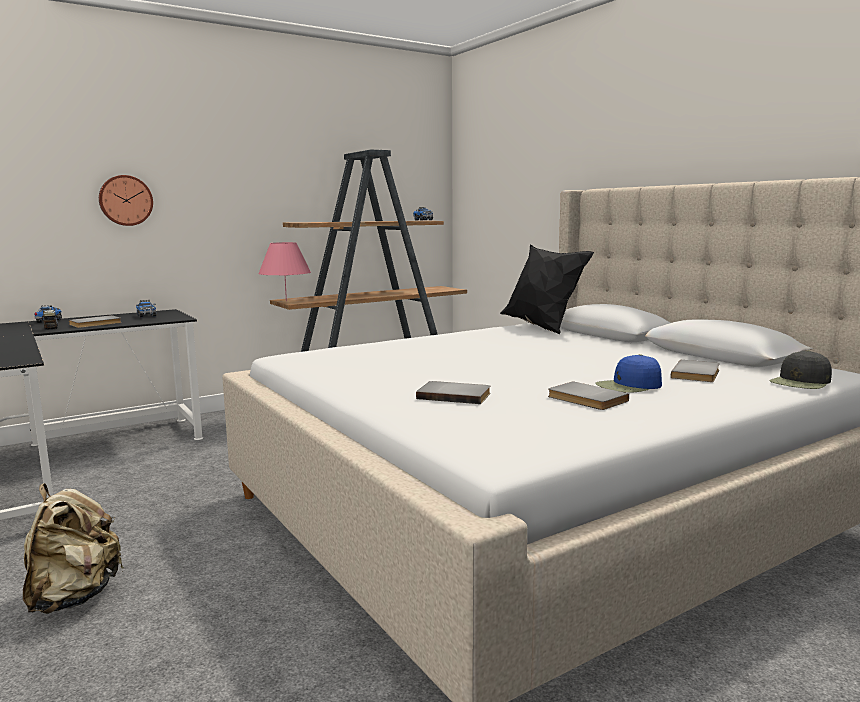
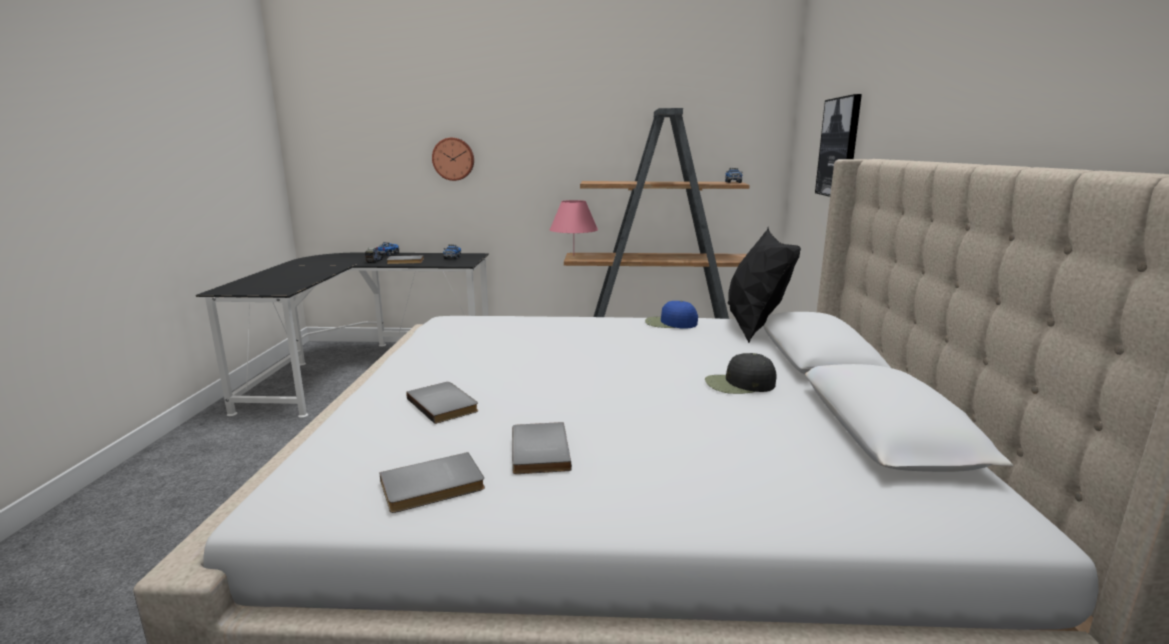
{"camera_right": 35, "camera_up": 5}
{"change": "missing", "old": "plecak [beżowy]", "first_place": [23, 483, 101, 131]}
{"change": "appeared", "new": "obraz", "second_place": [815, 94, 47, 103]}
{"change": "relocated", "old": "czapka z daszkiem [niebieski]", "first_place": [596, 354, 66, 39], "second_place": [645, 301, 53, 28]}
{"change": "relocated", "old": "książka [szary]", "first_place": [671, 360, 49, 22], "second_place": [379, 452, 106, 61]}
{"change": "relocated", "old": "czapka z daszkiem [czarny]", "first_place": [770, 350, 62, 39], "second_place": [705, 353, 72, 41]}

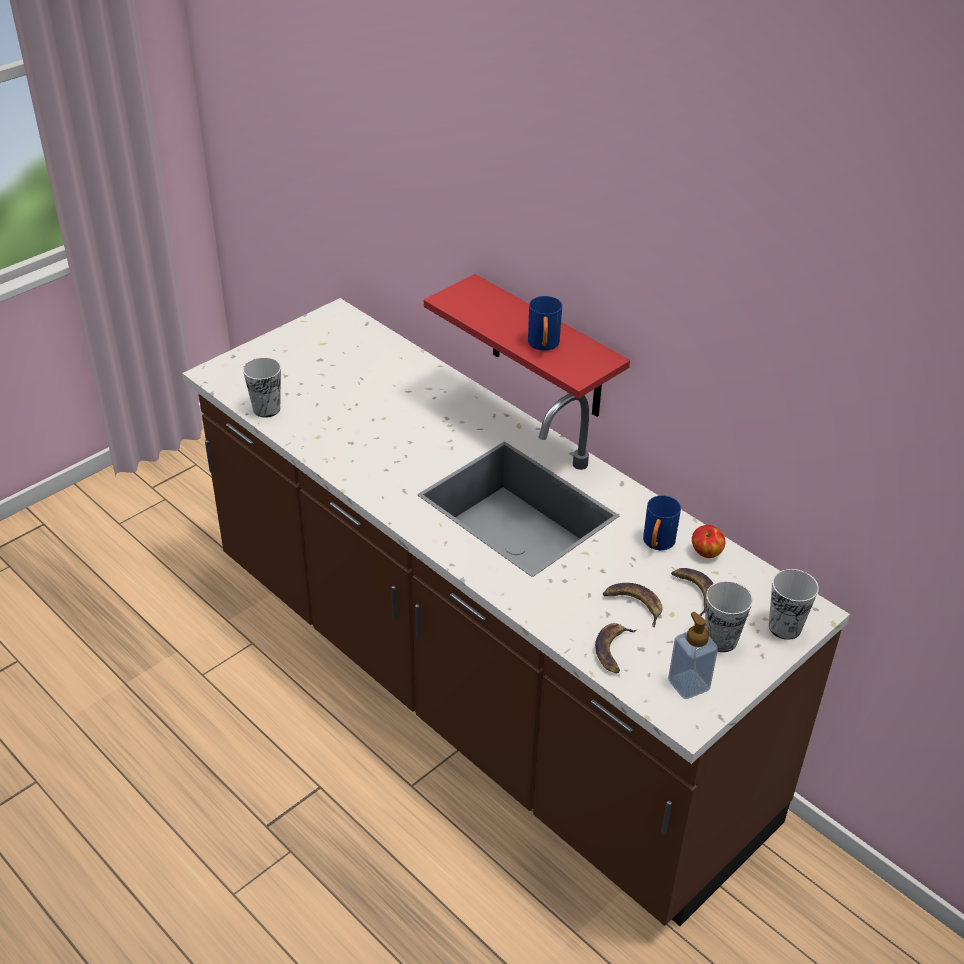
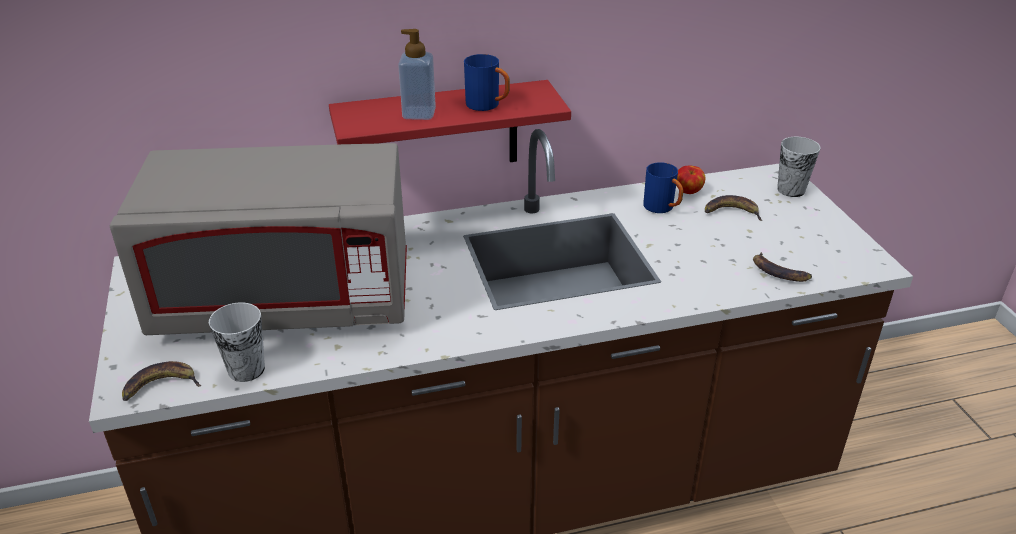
{"camera_right": -60, "camera_up": -5}
{"change": "missing", "old": "filiżanka", "first_place": [705, 581, 48, 71]}
{"change": "appeared", "new": "mikrofalówka [szary]", "second_place": [110, 143, 297, 192]}
{"change": "relocated", "old": "banan", "first_place": [603, 583, 59, 44], "second_place": [122, 361, 79, 40]}
{"change": "relocated", "old": "dozownik mydła", "first_place": [668, 612, 50, 87], "second_place": [398, 29, 38, 91]}

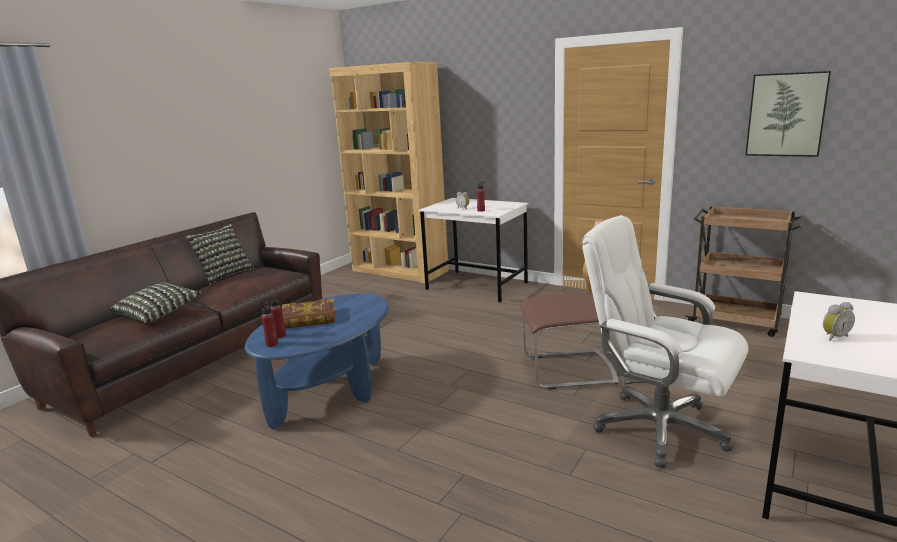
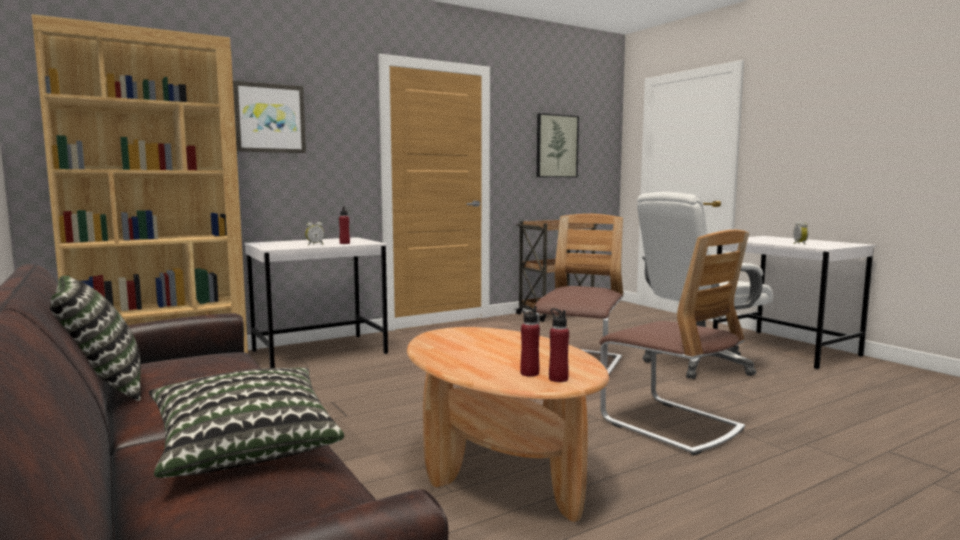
{"camera_right": -65, "camera_up": -10}
{"change": "missing", "old": "książka", "first_place": [282, 299, 53, 29]}
{"change": "appeared", "new": "obraz", "second_place": [233, 81, 73, 72]}
{"change": "appeared", "new": "krzesło", "second_place": [599, 230, 150, 225]}
{"change": "colour", "old": "ława [niebieski]", "new": "ława [brązowy]", "first_place": [245, 294, 144, 135], "second_place": [407, 327, 202, 195]}

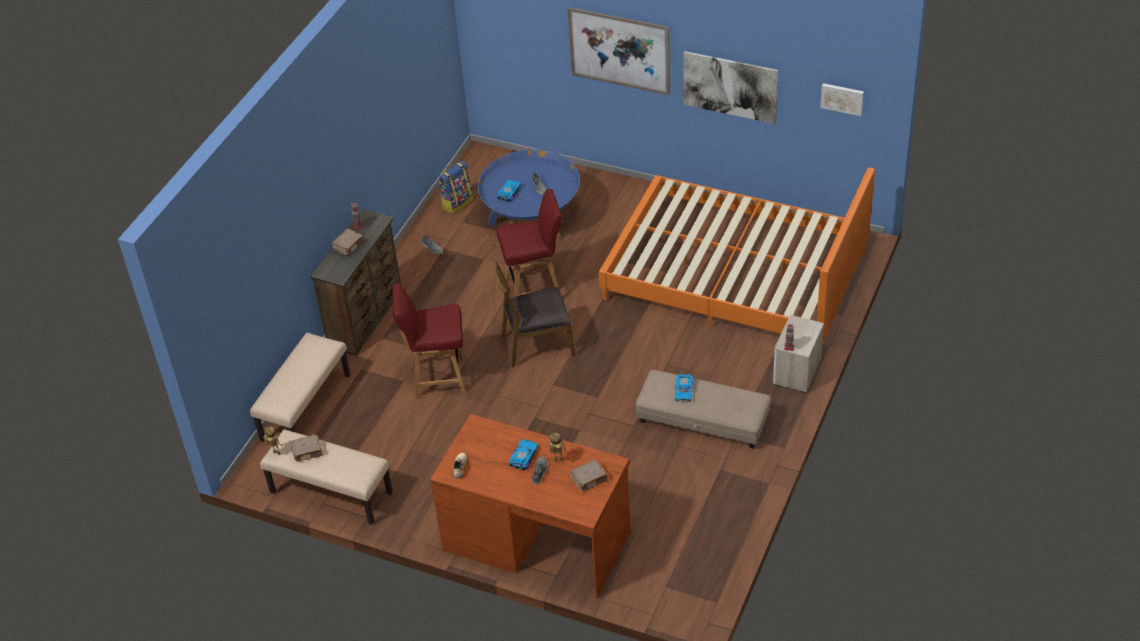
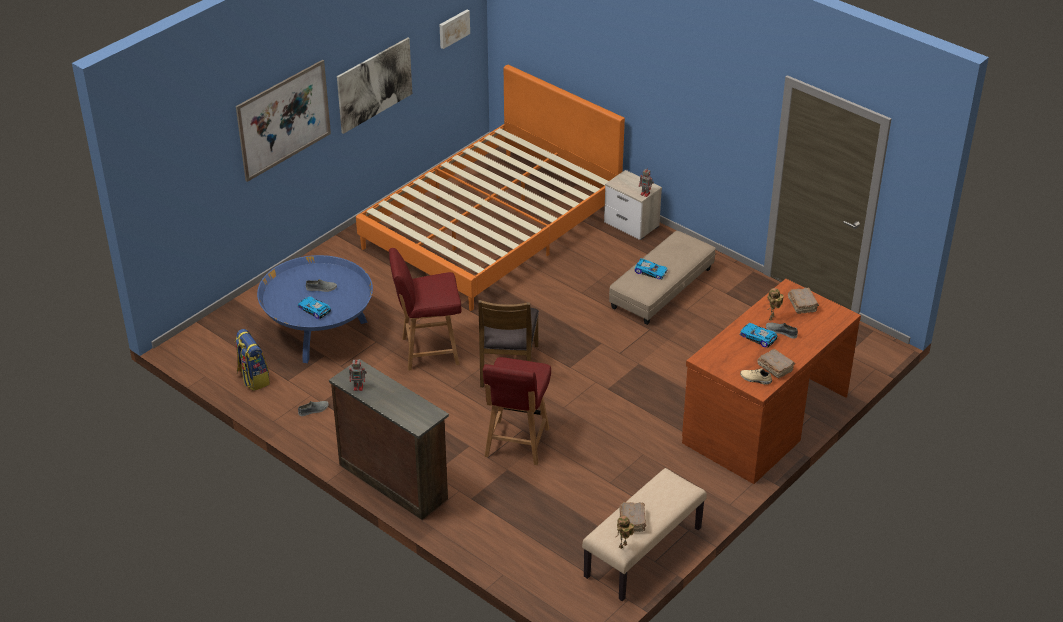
{"camera_right": -75, "camera_up": -5}
{"change": "missing", "old": "ławka [beżowy]", "first_place": [250, 333, 100, 109]}
{"change": "relocated", "old": "książka [brązowy]", "first_place": [332, 229, 32, 26], "second_place": [758, 349, 37, 29]}
{"change": "spun", "old": "krzesło [czerwony]", "first_place": [497, 189, 65, 108], "second_place": [389, 248, 73, 123], "degrees": -105}

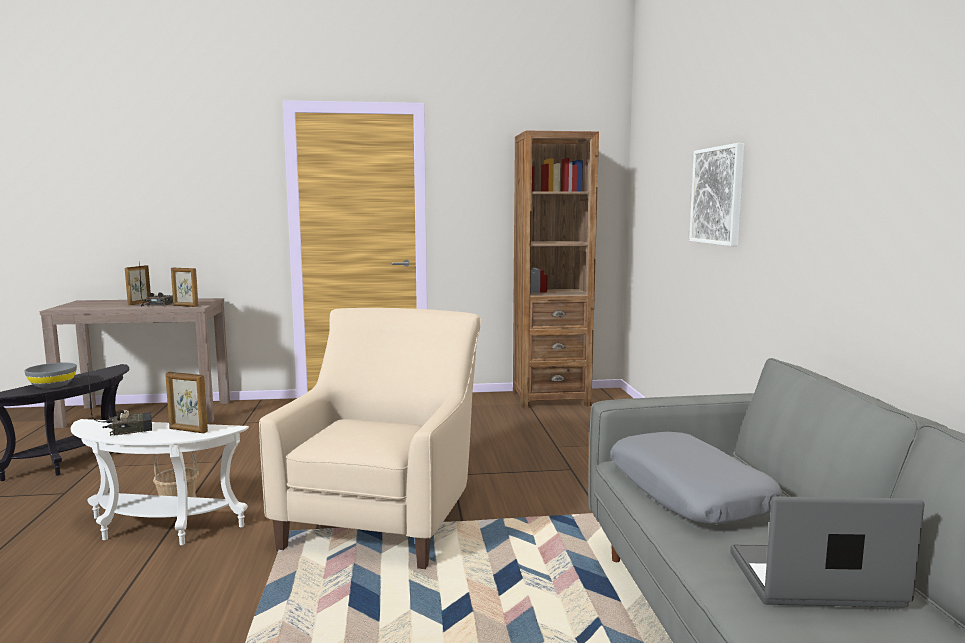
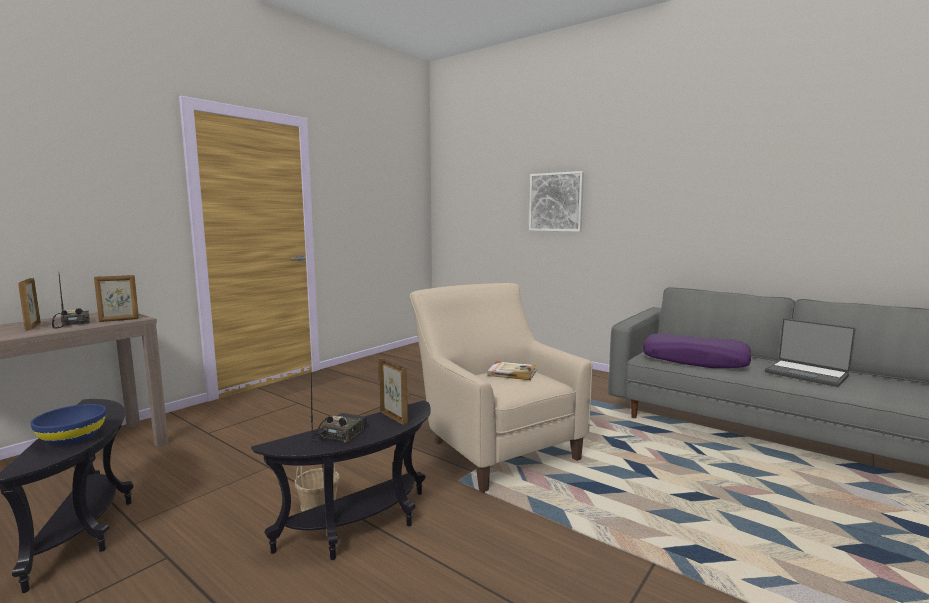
{"camera_right": -45, "camera_up": 0}
{"change": "missing", "old": "regał [brązowy]", "first_place": [513, 131, 86, 277]}
{"change": "appeared", "new": "książka", "second_place": [487, 361, 50, 19]}
{"change": "colour", "old": "miska [szary]", "new": "miska [niebieski]", "first_place": [24, 363, 53, 26], "second_place": [30, 404, 76, 41]}
{"change": "colour", "old": "stolik [biały]", "new": "stolik [czarny]", "first_place": [71, 419, 178, 126], "second_place": [251, 400, 180, 160]}
{"change": "colour", "old": "poduszka [szary]", "new": "poduszka [fioletowy]", "first_place": [610, 432, 173, 93], "second_place": [643, 333, 108, 35]}
{"change": "spun", "old": "ramka na zdjęcie", "first_place": [165, 372, 43, 61], "second_place": [379, 358, 29, 67], "degrees": -105}
{"change": "spun", "old": "laptop", "first_place": [730, 496, 194, 111], "second_place": [765, 318, 91, 69], "degrees": -90}

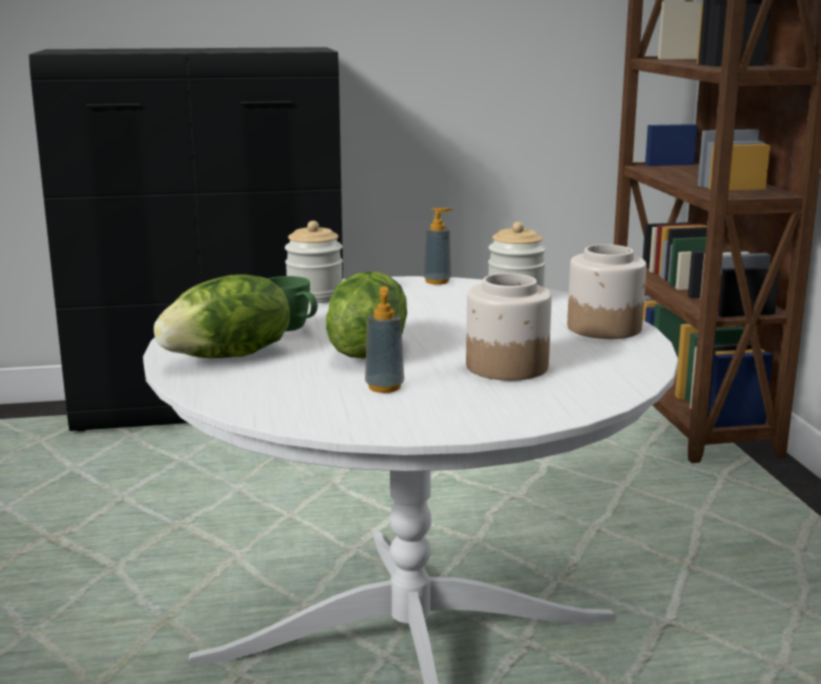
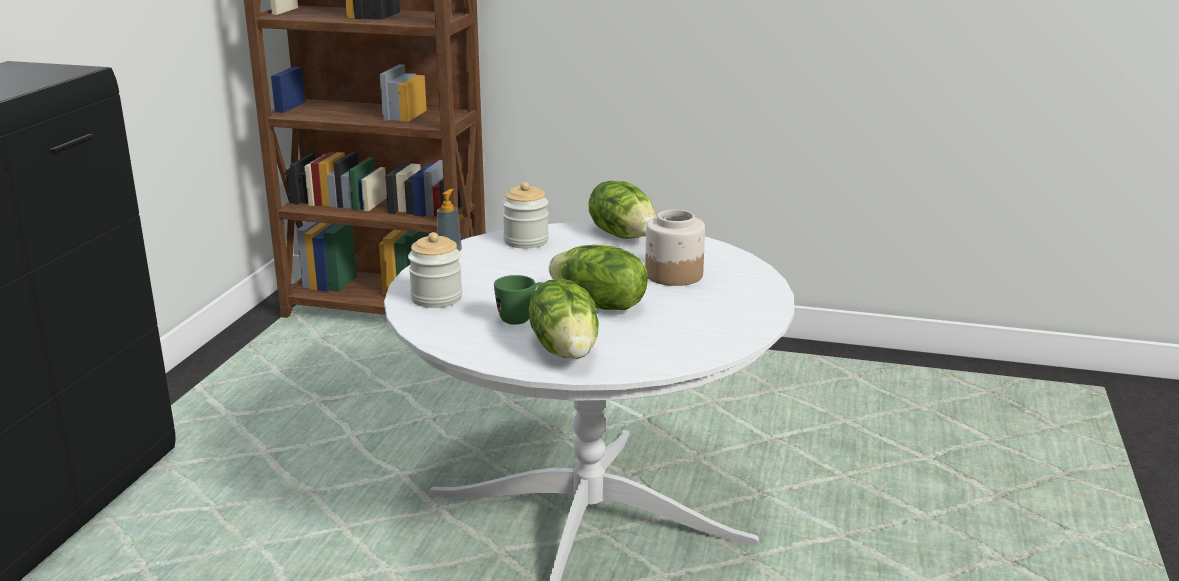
{"camera_right": -65, "camera_up": 5}
{"change": "missing", "old": "dozownik mydła", "first_place": [365, 286, 39, 107]}
{"change": "exchanged", "old": "słoik", "new": "sałata", "first_place": [567, 244, 79, 95], "second_place": [589, 181, 67, 58]}

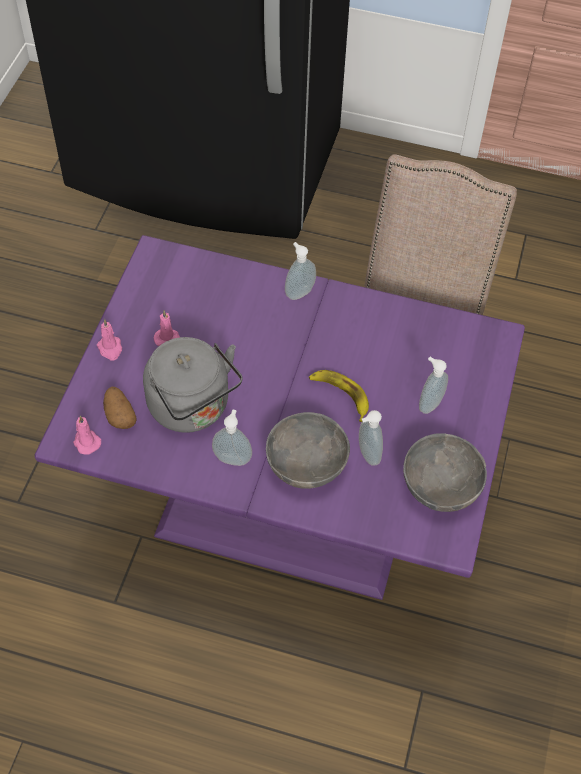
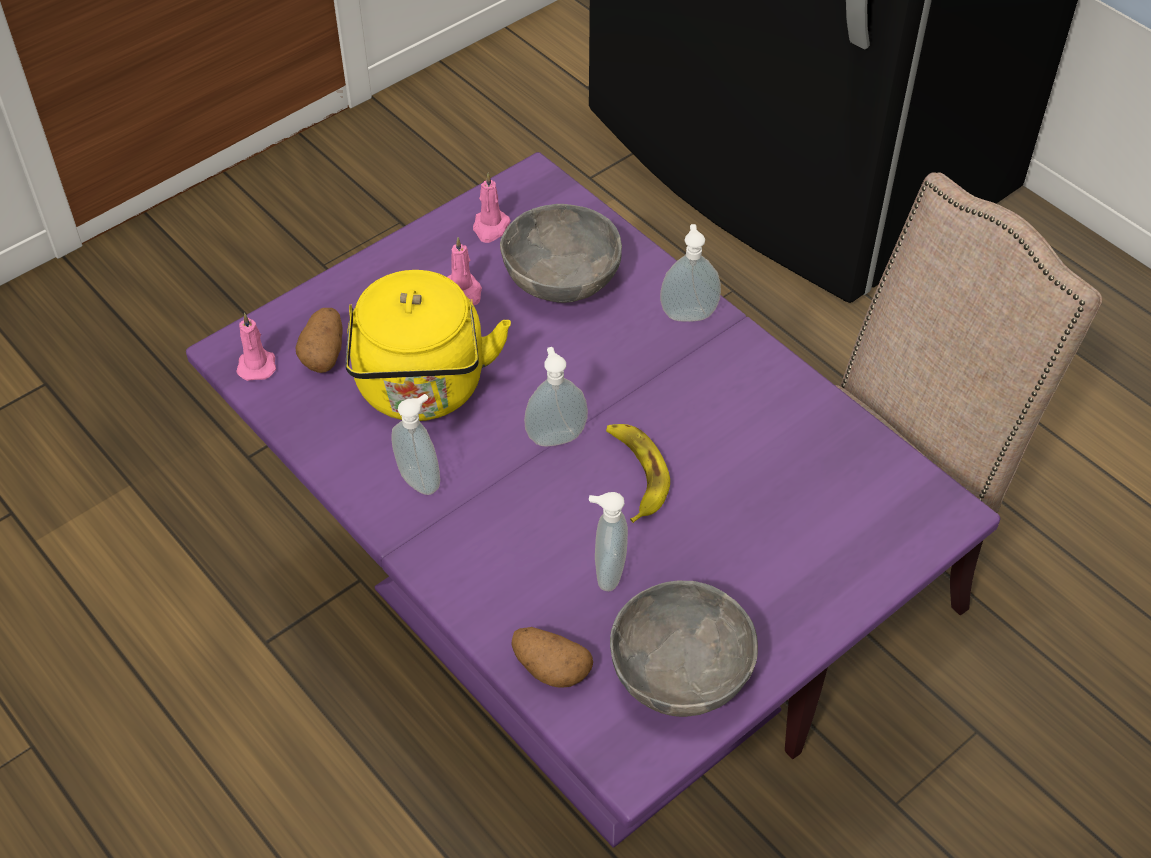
{"camera_right": 35, "camera_up": -5}
{"change": "appeared", "new": "ziemniak", "second_place": [511, 627, 82, 61]}
{"change": "relocated", "old": "świeca [różowy]", "first_place": [97, 319, 25, 42], "second_place": [473, 173, 38, 70]}
{"change": "relocated", "old": "miska [szary]", "first_place": [266, 412, 84, 77], "second_place": [500, 204, 122, 99]}
{"change": "relocated", "old": "dozownik mydła", "first_place": [419, 357, 29, 57], "second_place": [524, 347, 64, 99]}
{"change": "colour", "old": "czajnik [szary]", "new": "czajnik [żółty]", "first_place": [143, 337, 100, 96], "second_place": [345, 270, 166, 151]}

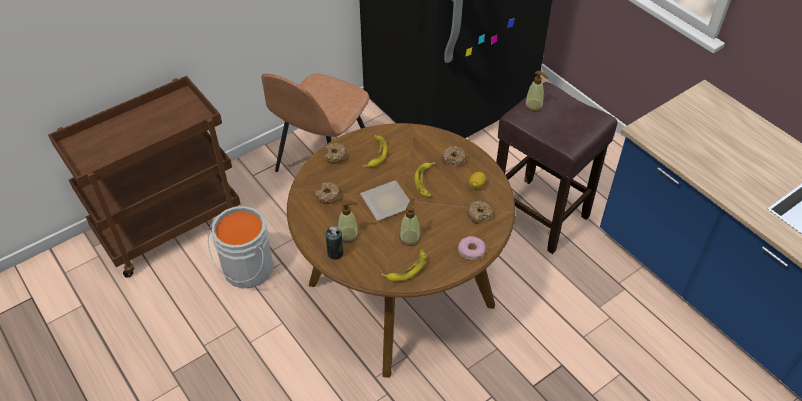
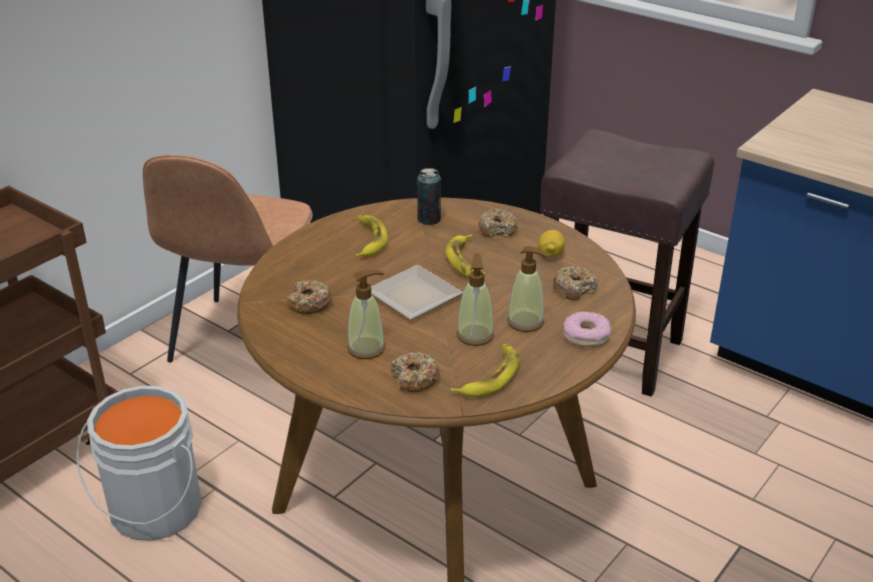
{"camera_right": -15, "camera_up": -15}
{"change": "relocated", "old": "donut", "first_place": [324, 143, 23, 21], "second_place": [391, 352, 49, 40]}
{"change": "relocated", "old": "puszka", "first_place": [326, 226, 17, 34], "second_place": [417, 168, 24, 57]}
{"change": "relocated", "old": "dozownik mydła", "first_place": [525, 71, 23, 40], "second_place": [507, 246, 42, 86]}

